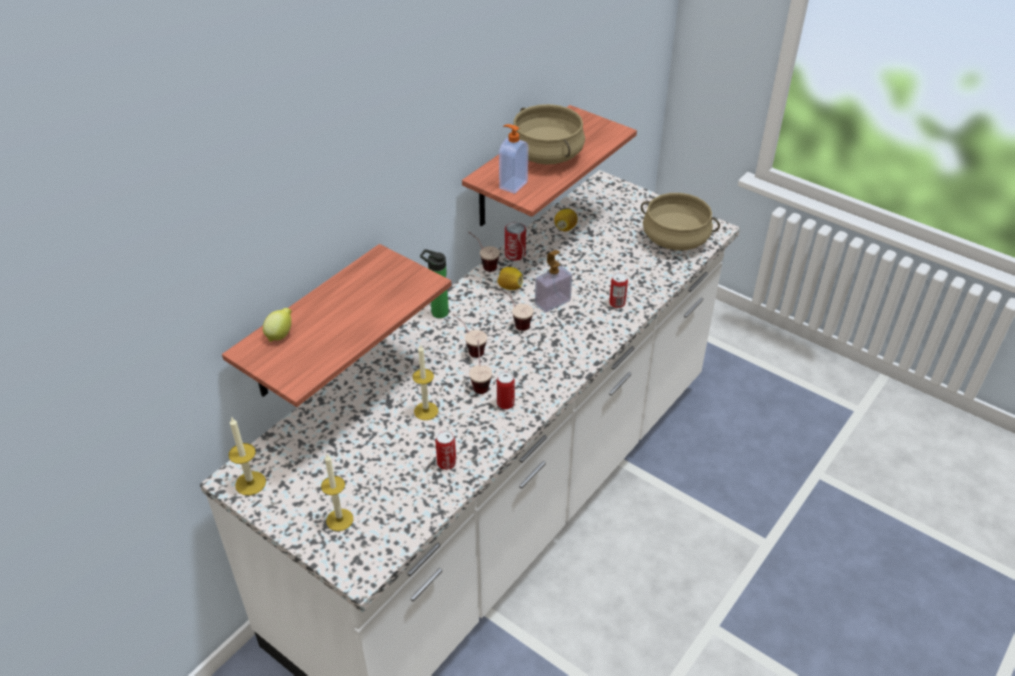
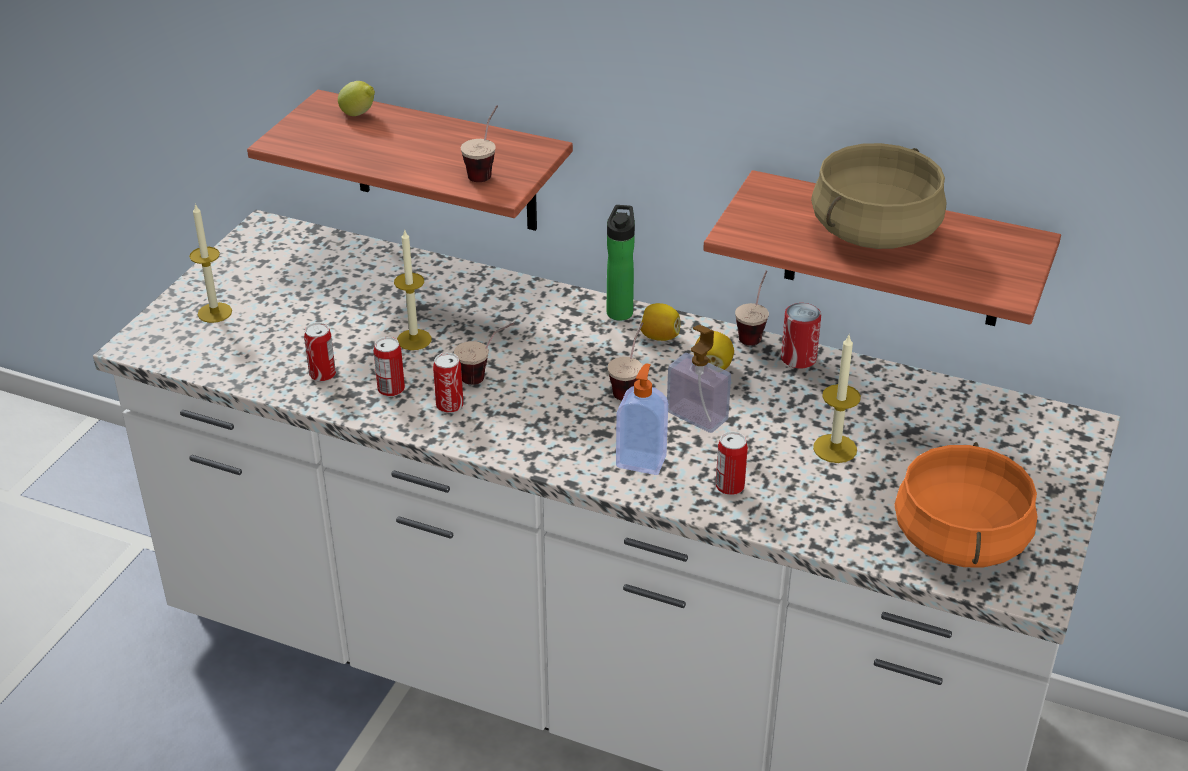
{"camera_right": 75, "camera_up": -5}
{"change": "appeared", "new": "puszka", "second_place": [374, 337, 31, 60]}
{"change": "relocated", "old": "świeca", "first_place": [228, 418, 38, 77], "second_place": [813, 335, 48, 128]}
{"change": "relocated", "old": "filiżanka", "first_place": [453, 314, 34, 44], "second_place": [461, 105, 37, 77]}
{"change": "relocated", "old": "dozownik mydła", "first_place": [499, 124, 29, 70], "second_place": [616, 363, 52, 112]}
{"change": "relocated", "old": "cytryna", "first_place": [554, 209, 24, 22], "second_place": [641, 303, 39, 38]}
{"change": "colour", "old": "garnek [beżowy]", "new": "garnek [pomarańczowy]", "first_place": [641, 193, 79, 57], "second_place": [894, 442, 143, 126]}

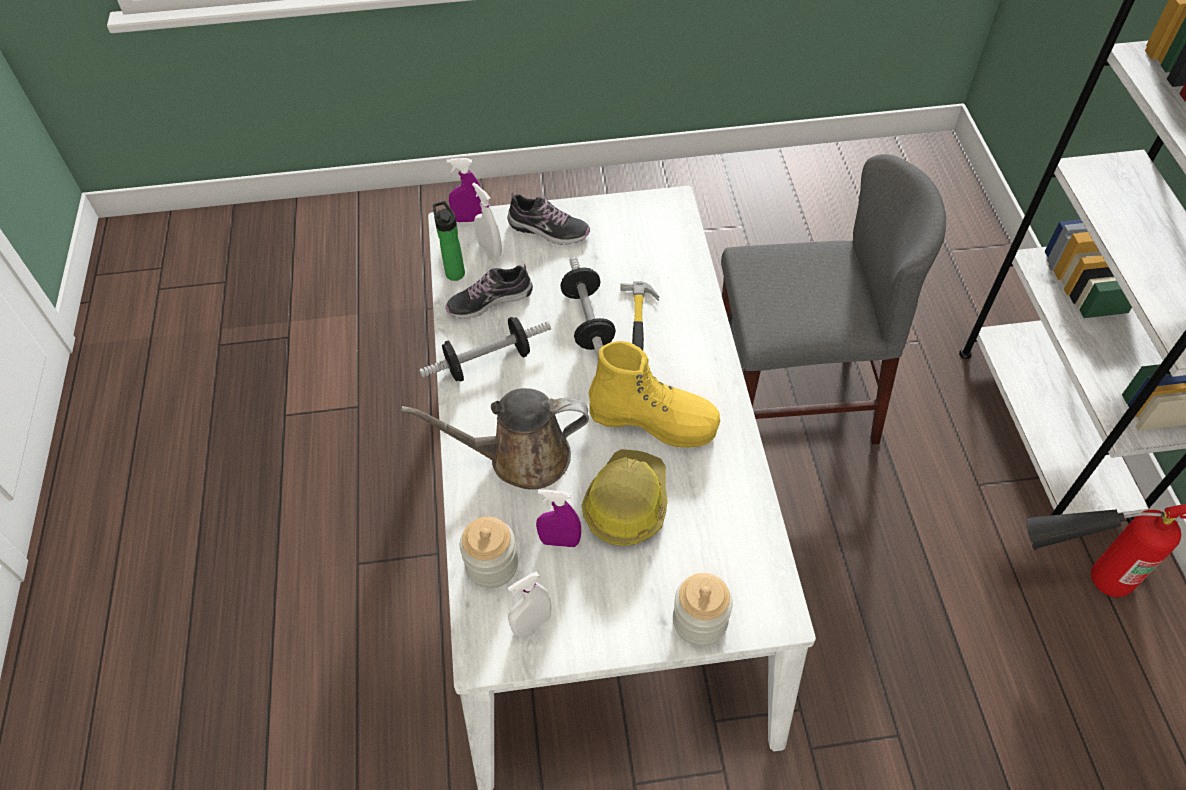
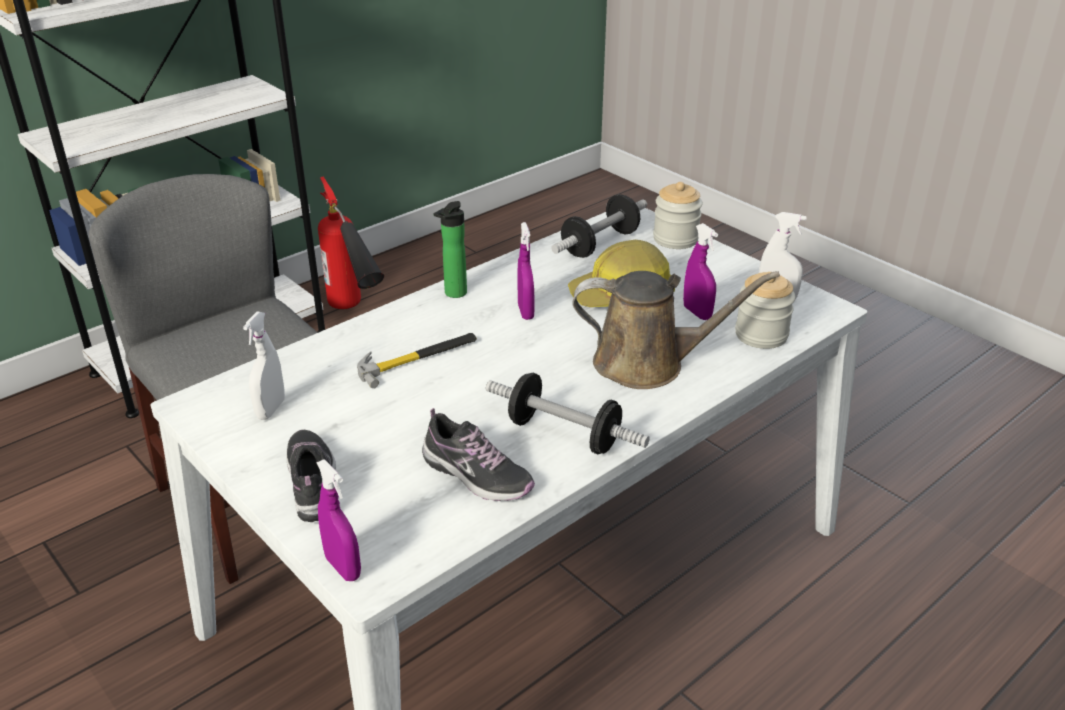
{"camera_right": -125, "camera_up": -20}
{"change": "relocated", "old": "butelka", "first_place": [433, 201, 32, 80], "second_place": [434, 201, 33, 97]}
{"change": "relocated", "old": "spryskiwacz [biały]", "first_place": [472, 183, 30, 75], "second_place": [243, 312, 42, 108]}
{"change": "relocated", "old": "hantel", "first_place": [560, 257, 56, 102], "second_place": [551, 194, 96, 64]}
{"change": "exchanged", "old": "but z cholewką [żółty]", "new": "spryskiwacz [fioletowy]", "first_place": [588, 341, 132, 107], "second_place": [518, 222, 16, 98]}
{"change": "spun", "old": "konewka [brązowy]", "first_place": [401, 388, 188, 102], "second_place": [572, 271, 208, 118], "degrees": -45}

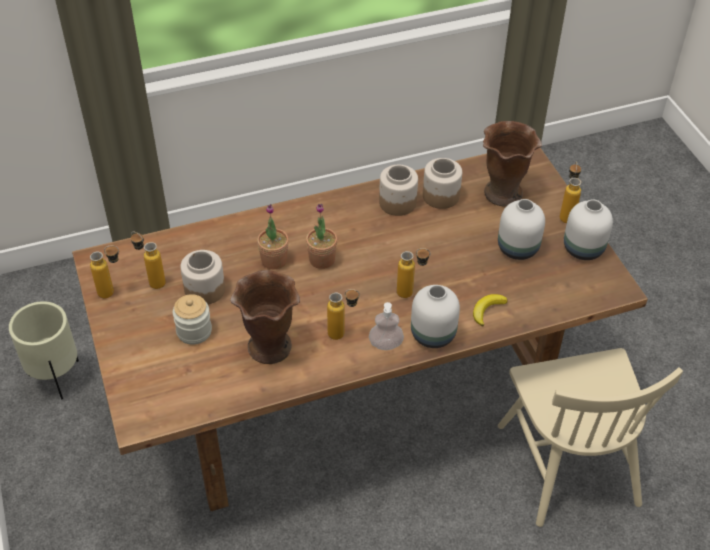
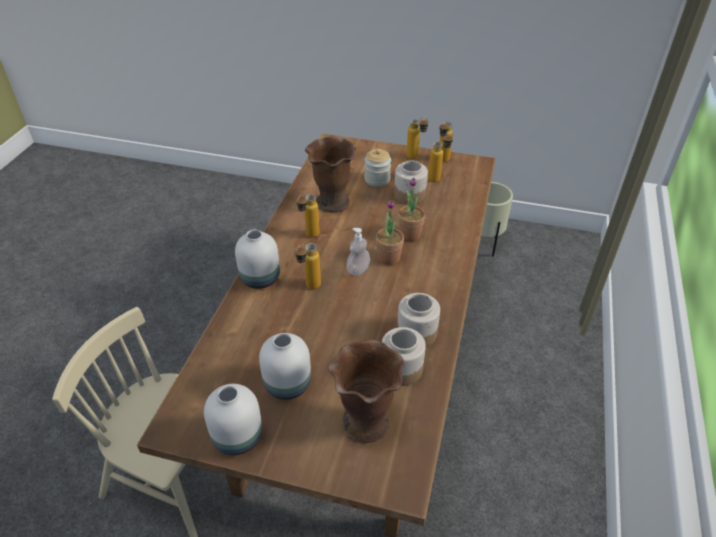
{"camera_right": 125, "camera_up": -5}
{"change": "missing", "old": "banan", "first_place": [473, 294, 35, 33]}
{"change": "relocated", "old": "dozownik mydła", "first_place": [369, 302, 35, 48], "second_place": [346, 228, 24, 48]}
{"change": "relocated", "old": "butelka", "first_place": [560, 161, 21, 62], "second_place": [406, 117, 23, 42]}

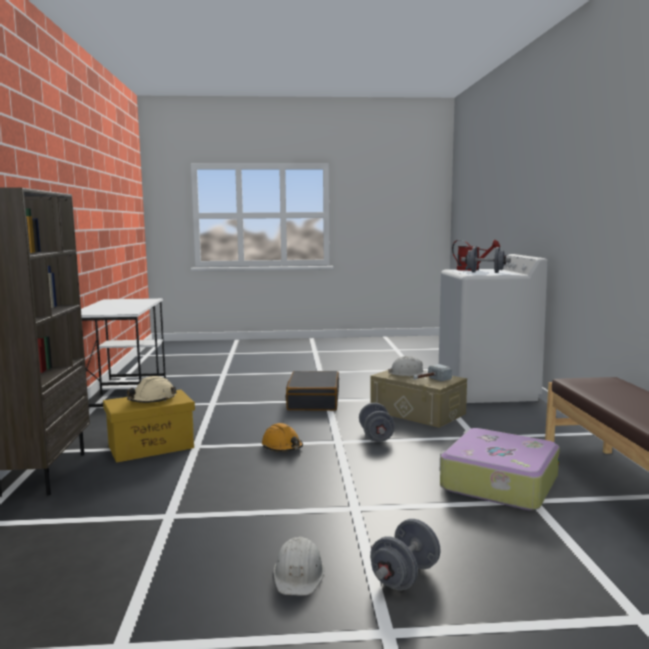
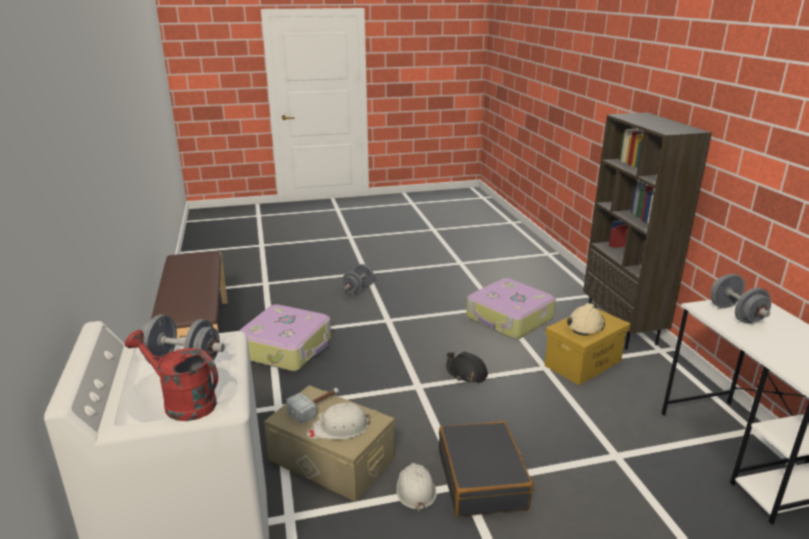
{"camera_right": 170, "camera_up": 15}
{"change": "appeared", "new": "walizka", "second_place": [466, 278, 90, 61]}
{"change": "relocated", "old": "kask [biały]", "first_place": [273, 537, 51, 59], "second_place": [396, 463, 41, 49]}
{"change": "relocated", "old": "hantel [szary]", "first_place": [359, 403, 36, 39], "second_place": [711, 274, 60, 50]}
{"change": "colour", "old": "kask [pomarańczowy]", "new": "kask [czarny]", "first_place": [262, 423, 41, 29], "second_place": [446, 351, 42, 32]}

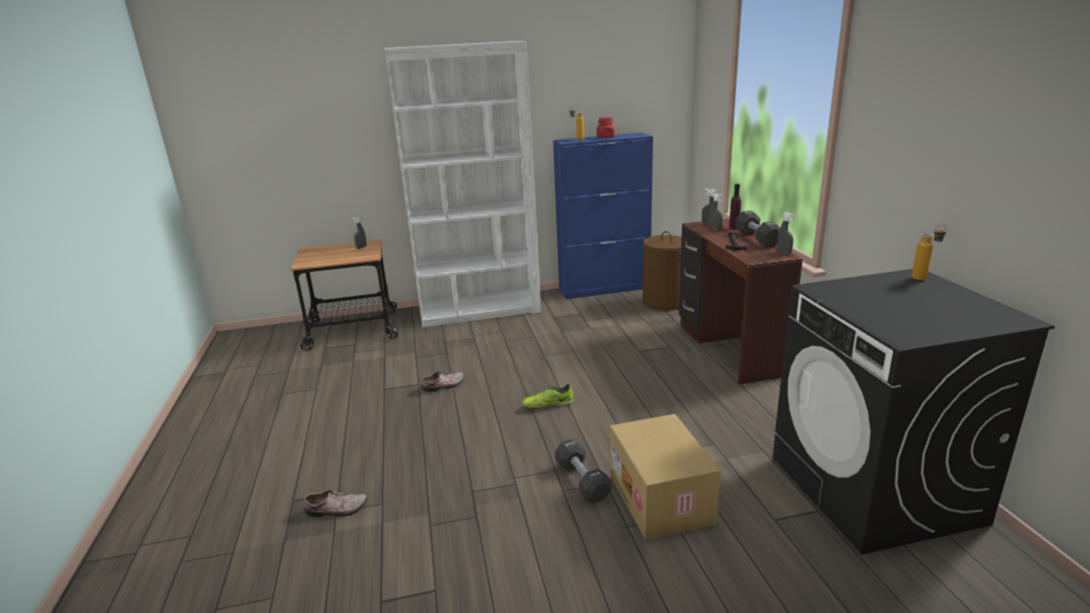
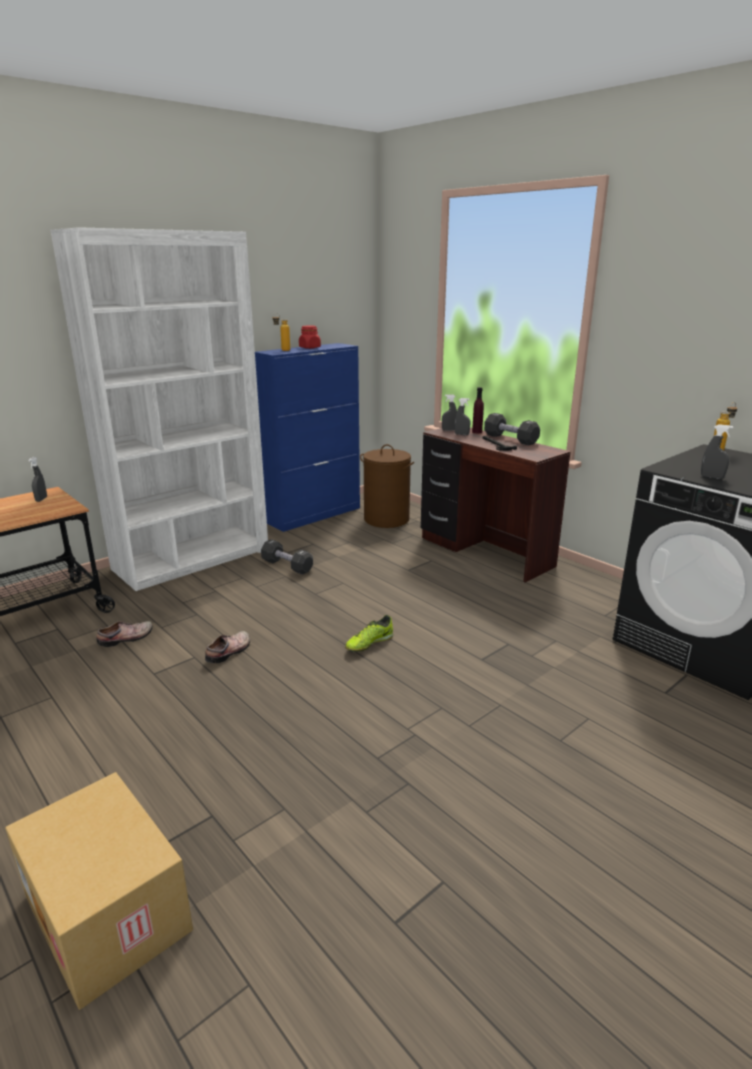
{"camera_right": -30, "camera_up": 0}
{"change": "relocated", "old": "but", "first_place": [304, 489, 63, 28], "second_place": [96, 621, 56, 26]}
{"change": "relocated", "old": "hantel [czarny]", "first_place": [555, 439, 56, 65], "second_place": [261, 539, 52, 36]}
{"change": "relocated", "old": "karton", "first_place": [610, 414, 111, 126], "second_place": [5, 772, 188, 238]}
{"change": "relocated", "old": "spryskiwacz [szary]", "first_place": [777, 212, 17, 42], "second_place": [701, 424, 32, 55]}

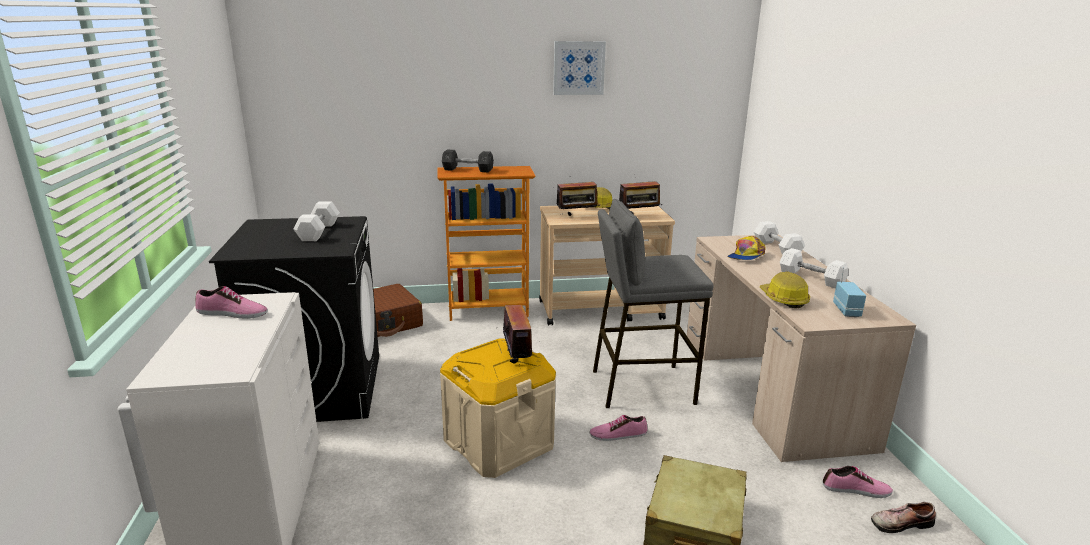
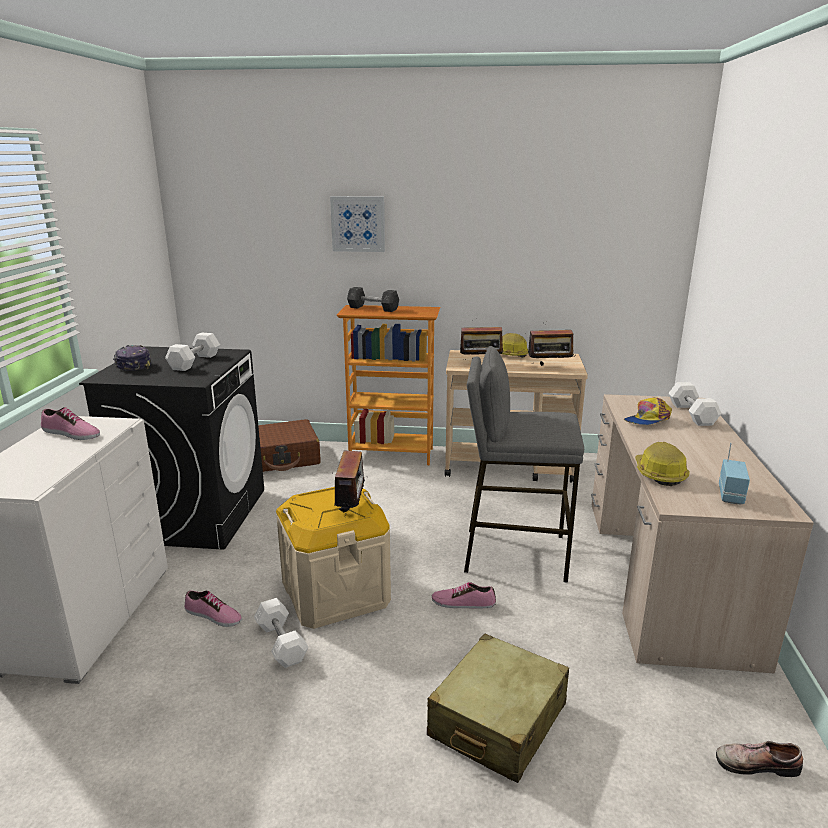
{"camera_right": 15, "camera_up": 0}
{"change": "appeared", "new": "czapka z daszkiem", "second_place": [113, 345, 38, 26]}
{"change": "relocated", "old": "obraz", "first_place": [553, 41, 53, 54], "second_place": [330, 196, 55, 56]}
{"change": "relocated", "old": "hantel [biały]", "first_place": [780, 248, 68, 41], "second_place": [254, 598, 55, 70]}
{"change": "relocated", "old": "but", "first_place": [822, 466, 71, 32], "second_place": [185, 590, 57, 37]}

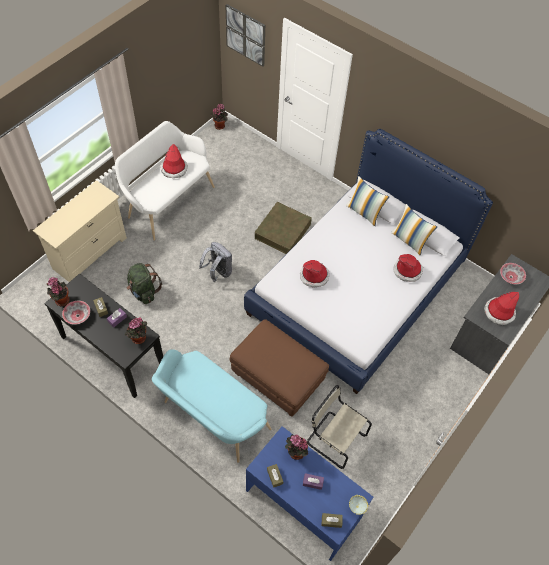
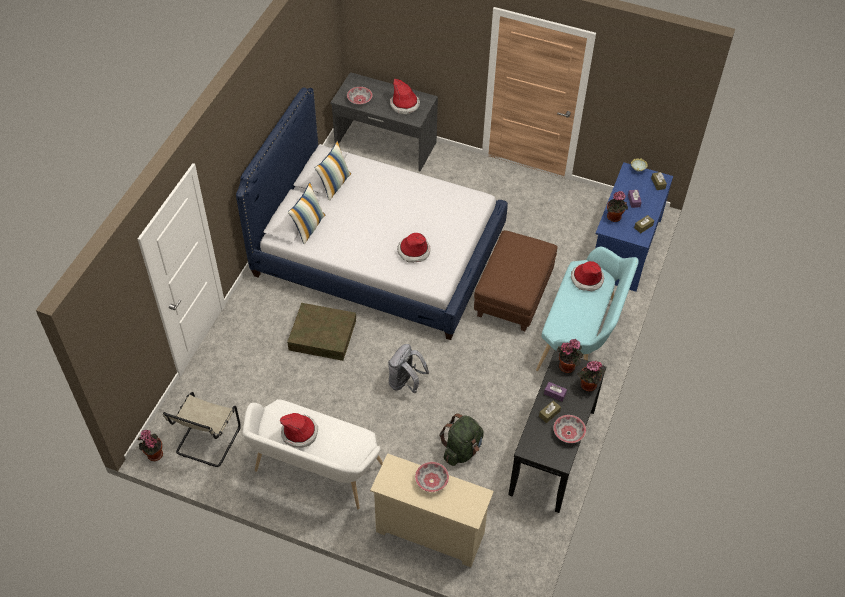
{"camera_right": -105, "camera_up": -5}
{"change": "missing", "old": "obraz", "first_place": [225, 4, 40, 63]}
{"change": "appeared", "new": "miska", "second_place": [415, 462, 34, 30]}
{"change": "relocated", "old": "roślina doniczkowa", "first_place": [47, 277, 23, 29], "second_place": [577, 361, 28, 31]}
{"change": "relocated", "old": "krzesło [beżowy]", "first_place": [307, 385, 65, 84], "second_place": [163, 392, 78, 75]}
{"change": "relocated", "old": "kapelusz", "first_place": [393, 254, 30, 28], "second_place": [571, 261, 33, 30]}

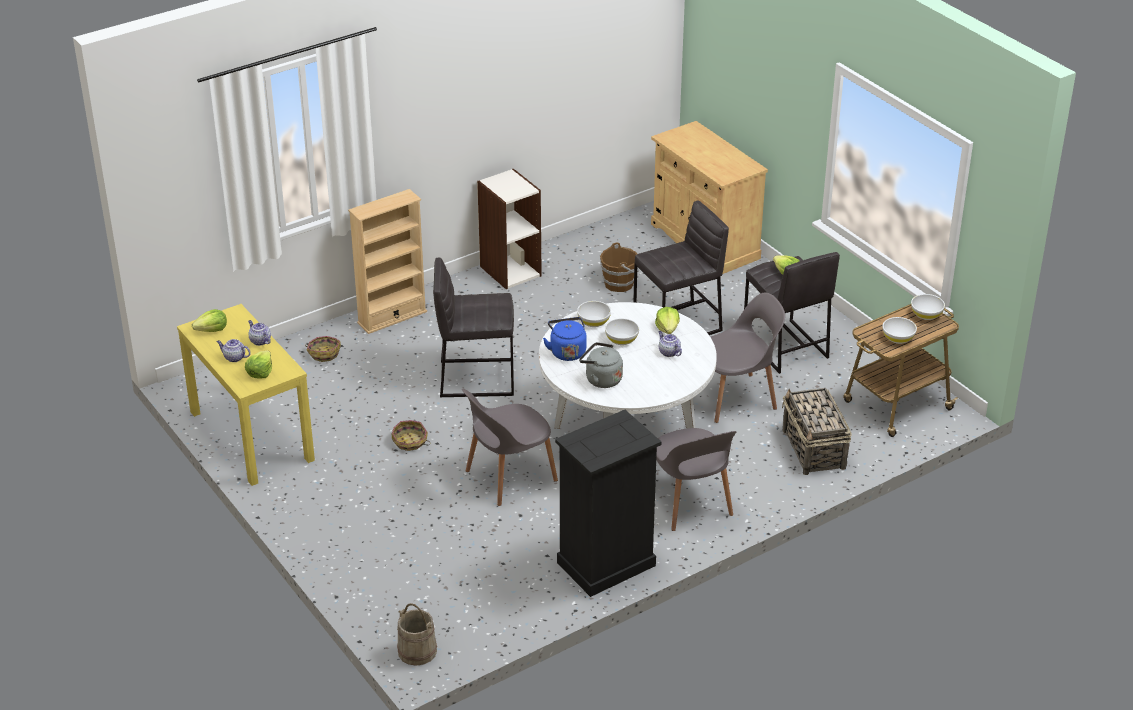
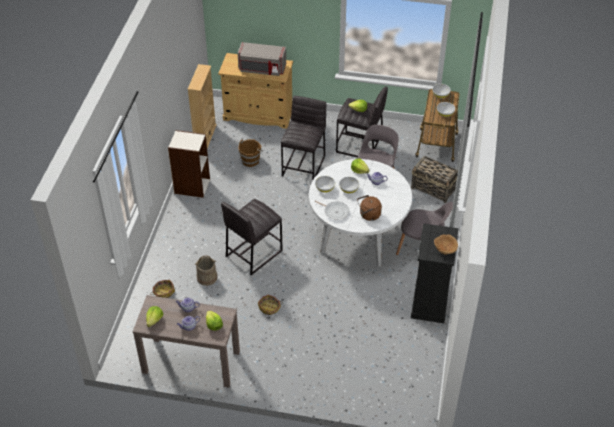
{"camera_right": -45, "camera_up": 10}
{"change": "missing", "old": "krzesło [szary]", "first_place": [462, 388, 96, 118]}
{"change": "appeared", "new": "mikrofalówka [szary]", "second_place": [238, 42, 48, 34]}
{"change": "appeared", "new": "miska [brązowy]", "second_place": [434, 234, 24, 21]}
{"change": "relocated", "old": "regał [beżowy]", "first_place": [348, 189, 79, 145], "second_place": [188, 64, 29, 84]}
{"change": "relocated", "old": "wiadro [beżowy]", "first_place": [397, 603, 40, 63], "second_place": [195, 256, 22, 30]}
{"change": "exchanged", "old": "czajnik [niebieski]", "new": "patelnia", "first_place": [543, 317, 44, 44], "second_place": [314, 201, 35, 19]}
{"change": "colour", "old": "stolik konsolowy [żółty]", "new": "stolik konsolowy [brązowy]", "first_place": [177, 304, 138, 182], "second_place": [133, 295, 107, 93]}
{"change": "colour", "old": "czajnik [szary]", "new": "czajnik [brązowy]", "first_place": [579, 342, 44, 46], "second_place": [357, 195, 25, 26]}

